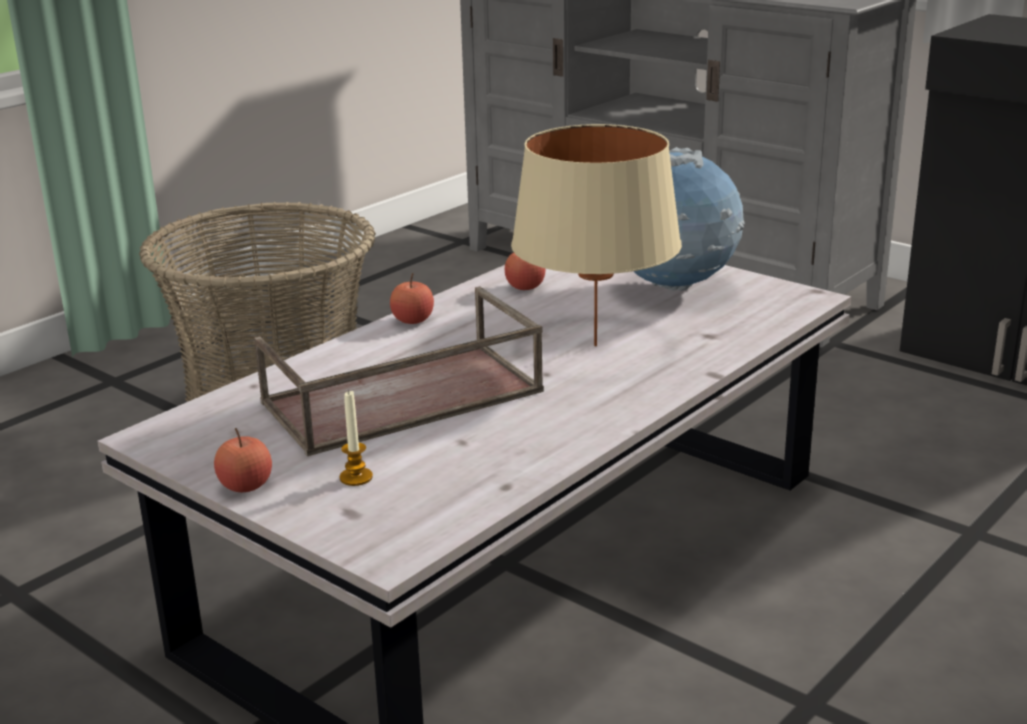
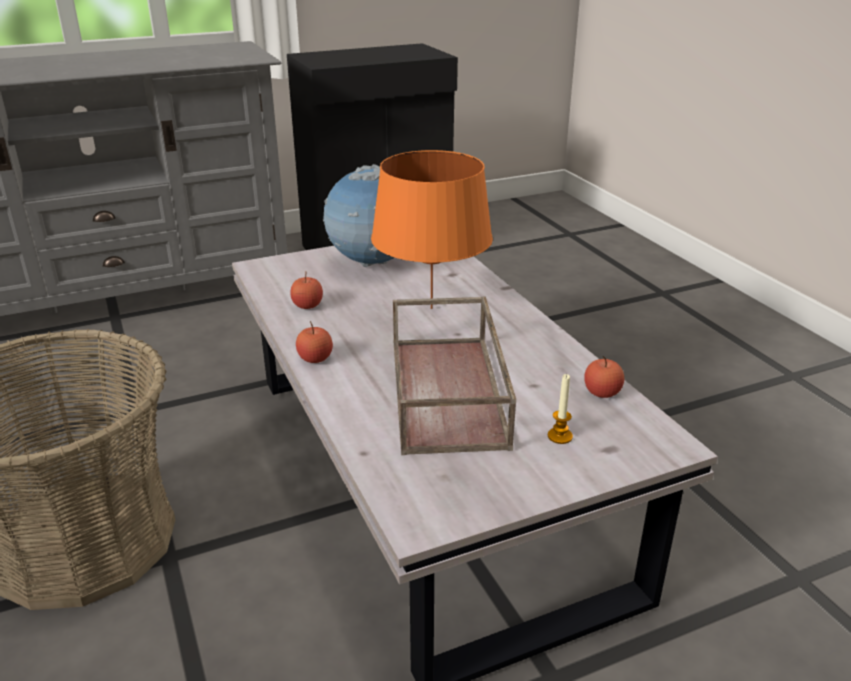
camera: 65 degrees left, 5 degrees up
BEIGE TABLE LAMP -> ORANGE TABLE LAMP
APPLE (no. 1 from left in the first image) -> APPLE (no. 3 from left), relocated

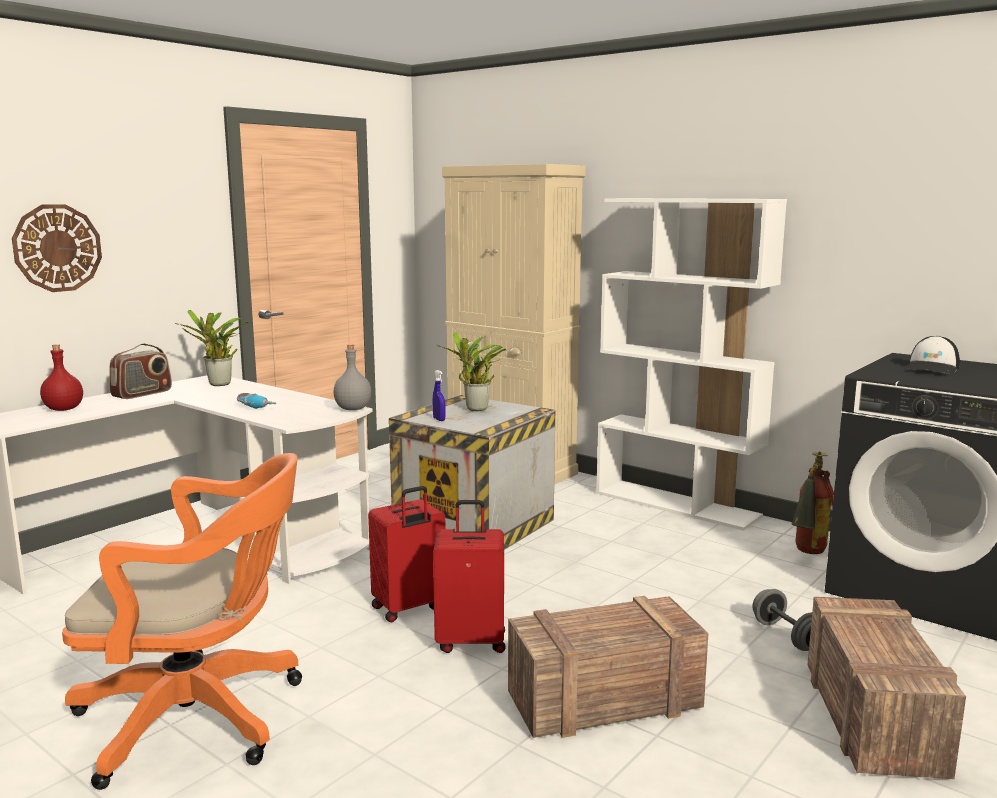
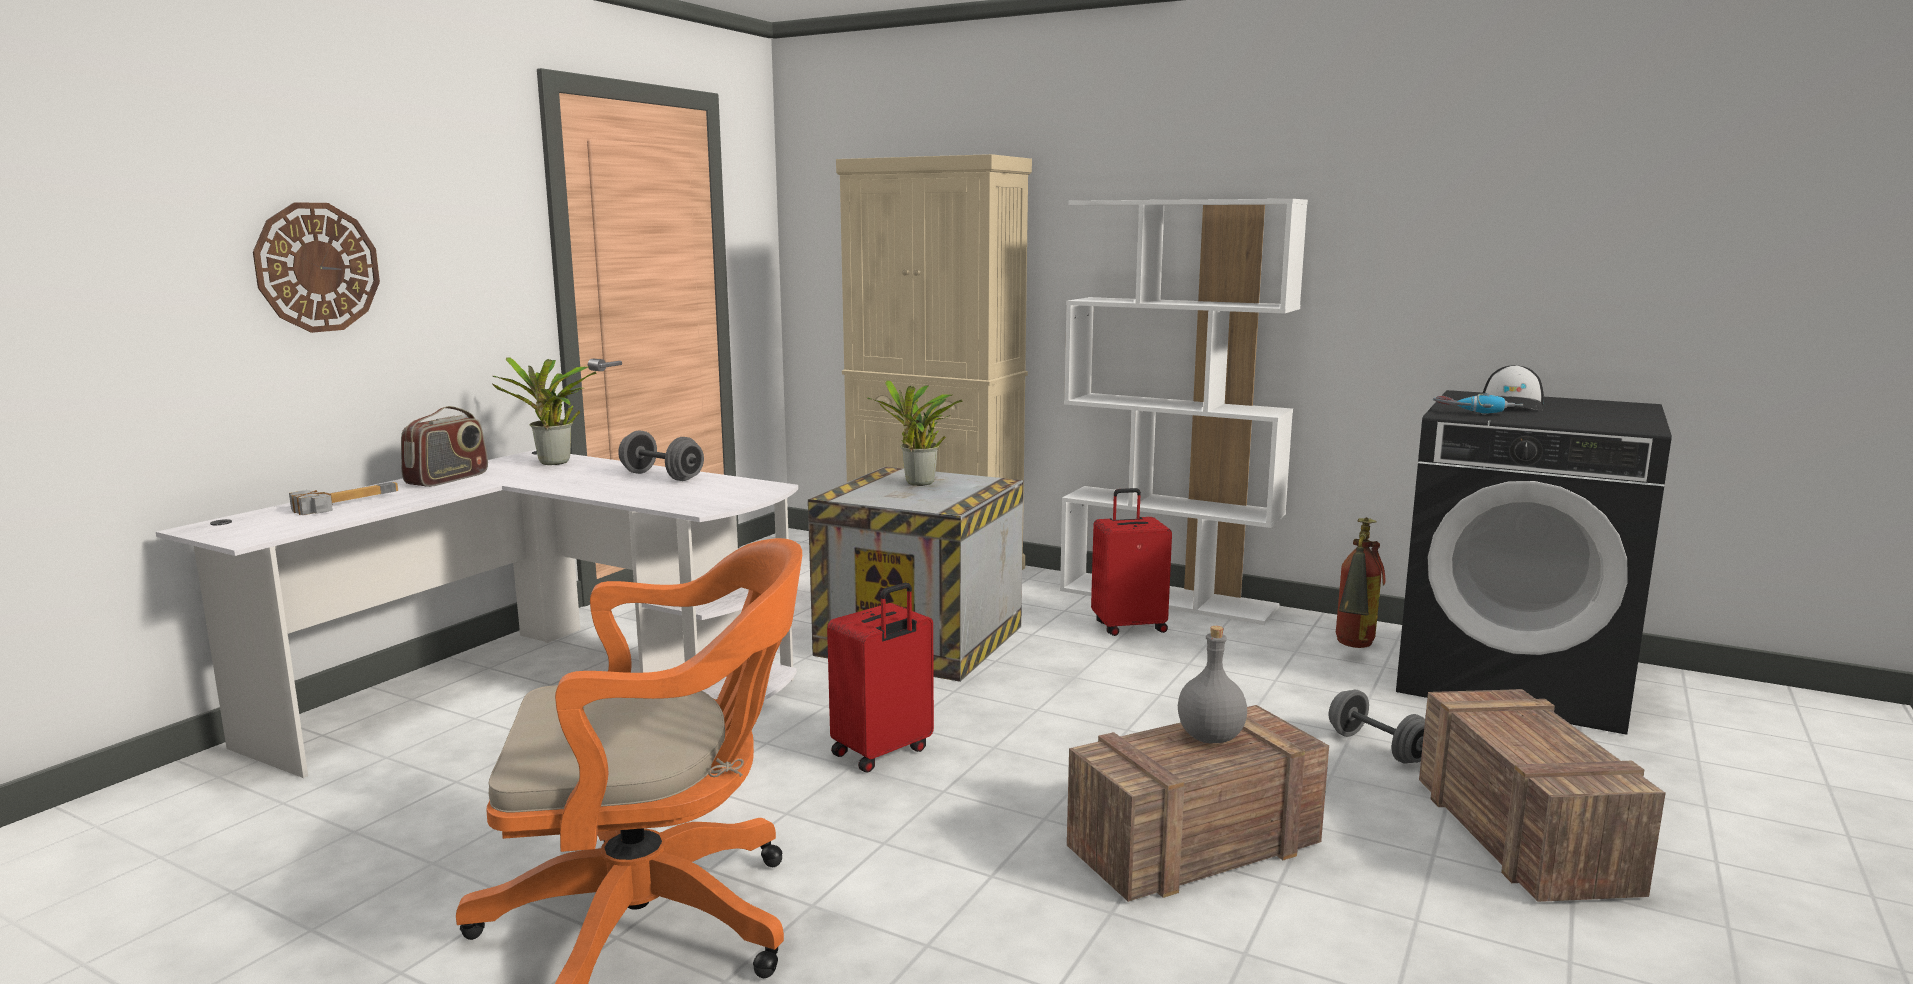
camera: 10 degrees left, 0 degrees up
RED BOTTLE -> HAMMER
none -> GREY DUMBBELL (no. 1 from left)
RED SUITCASE (no. 2 from left), relocated
GREY BOTTLE, relocated
POWER DRILL, relocated
BLUE SPRAY BOTTLE -> none

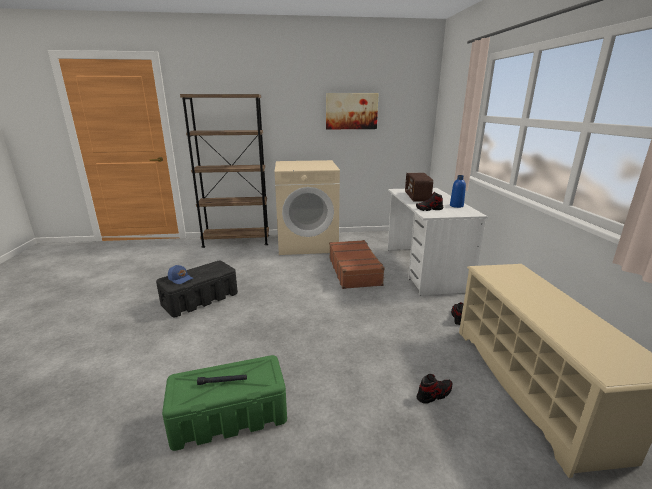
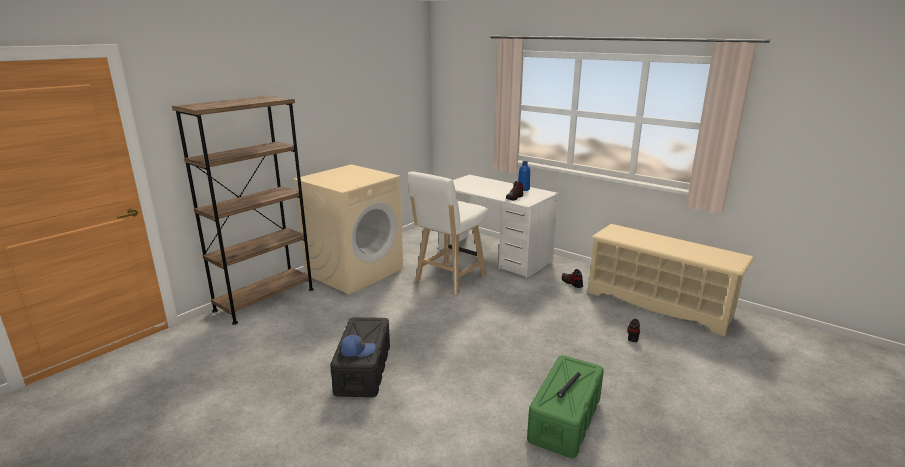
camera: 45 degrees left, 0 degrees up
BROWN SUITCASE -> WHITE STOOL
PICTURE -> none
RADIO -> none

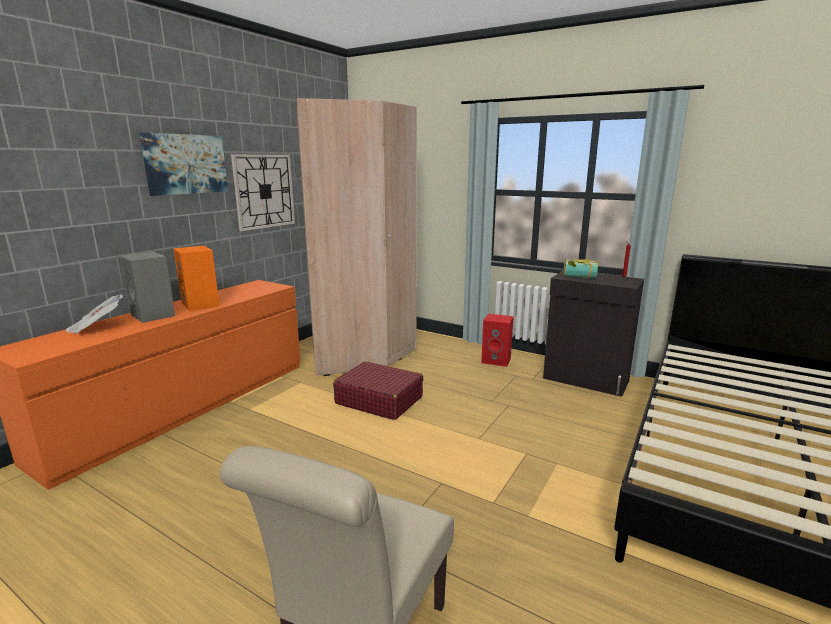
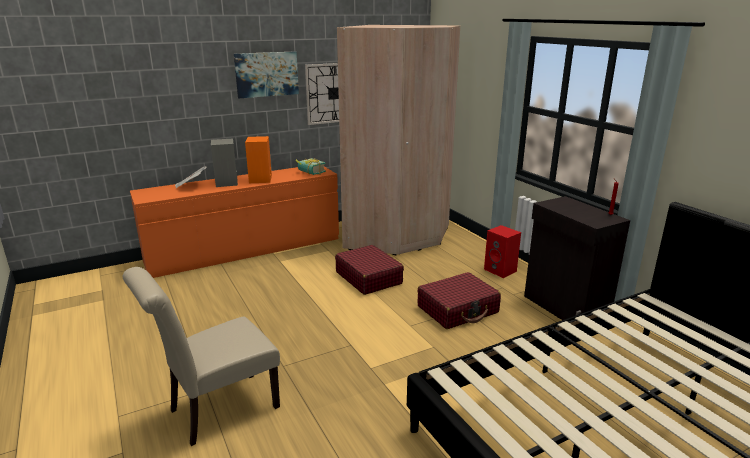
camera: 30 degrees right, 5 degrees up
BOOK, relocated
none -> RED SUITCASE (no. 2 from left)

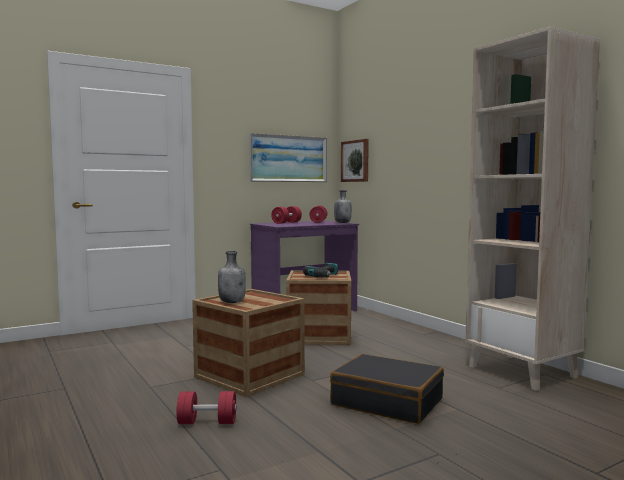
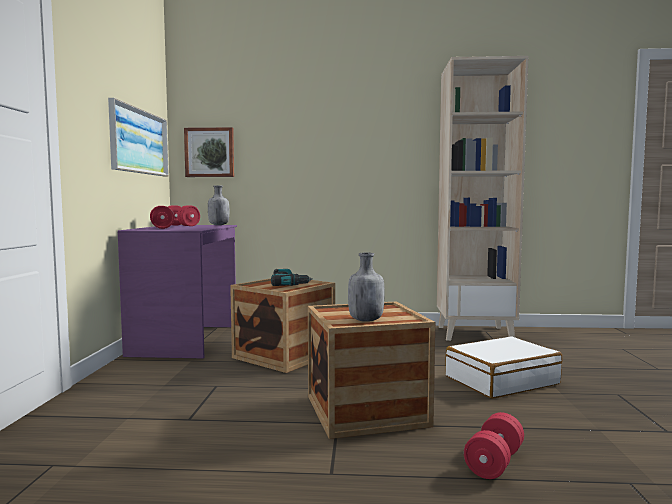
camera: 55 degrees left, 0 degrees up
BLACK SUITCASE -> WHITE SUITCASE

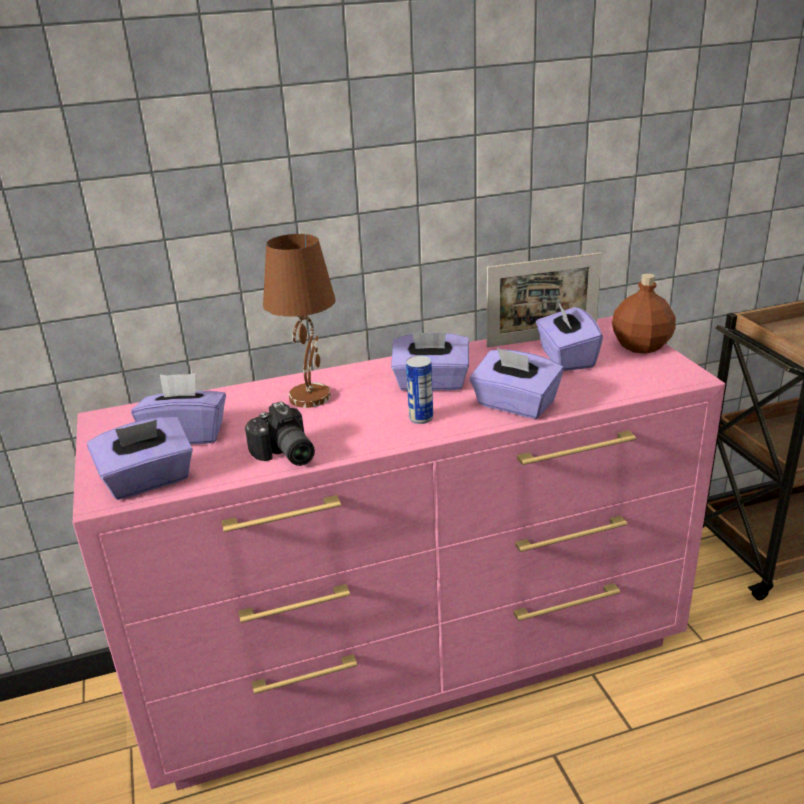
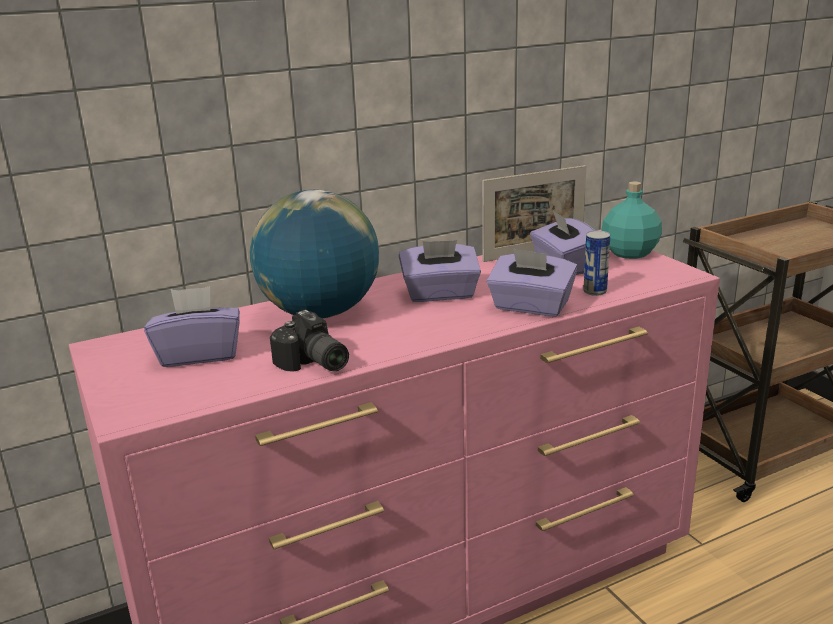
camera: 10 degrees left, 5 degrees down
BROWN TABLE LAMP -> GLOBE
CAN, relocated
BROWN BOTTLE -> TURQUOISE BOTTLE
PURPLE TISSUE BOX (no. 1 from left) -> none

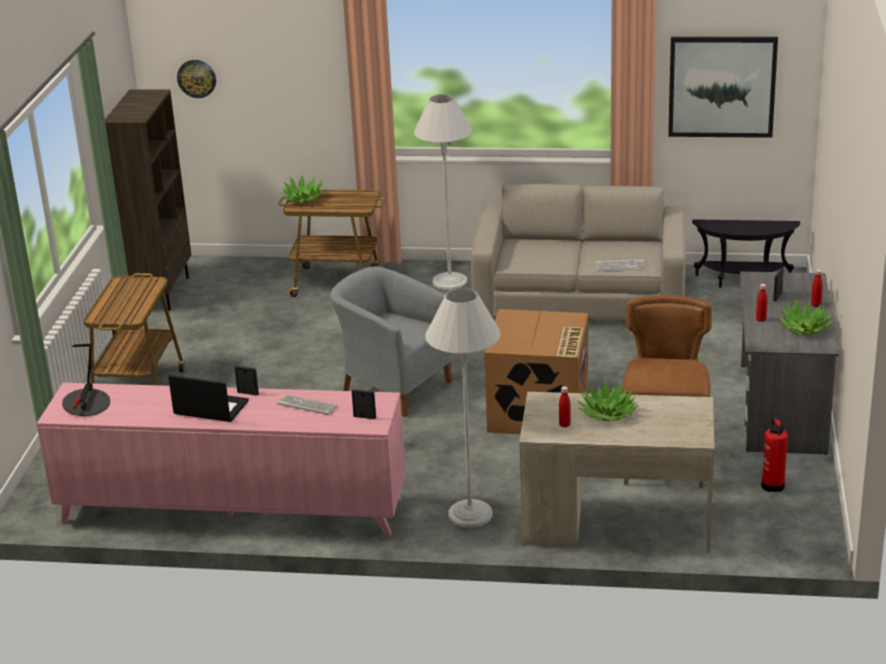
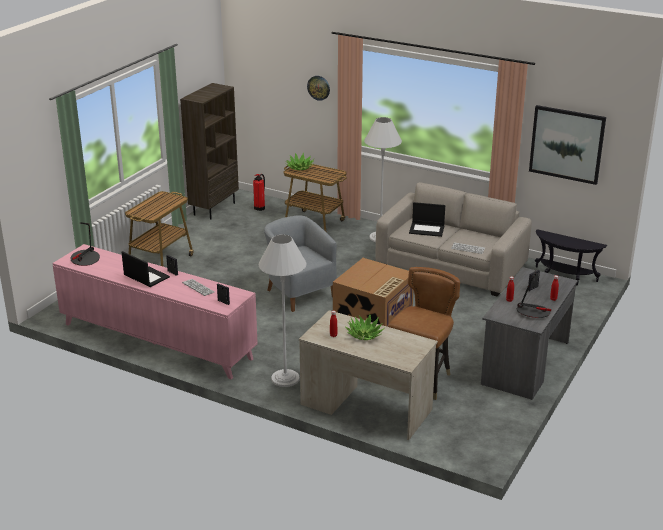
camera: 20 degrees right, 0 degrees up
FIRE EXTINGUISHER, relocated
WALL CLOCK, relocated
none -> LAPTOP (no. 2 from left)
POTTED PLANT (no. 3 from left) -> TABLE LAMP (no. 2 from left)

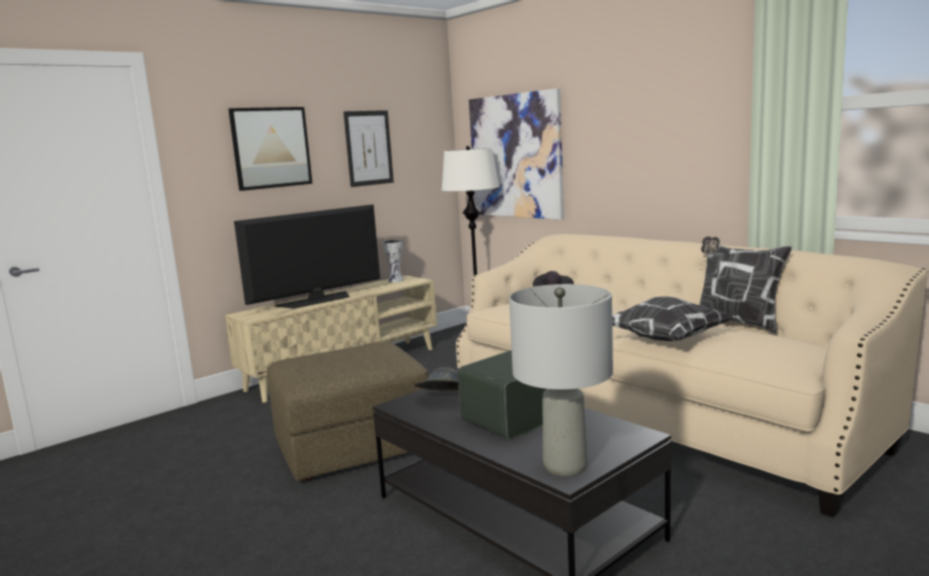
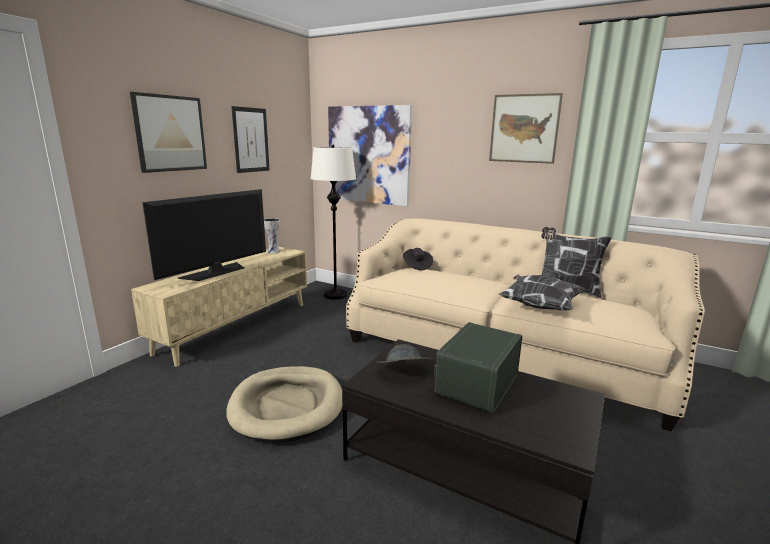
camera: 20 degrees left, 5 degrees up
BROWN OTTOMAN -> BEIGE DOG BED
none -> PICTURE (no. 4 from left)
GREY TABLE LAMP -> none

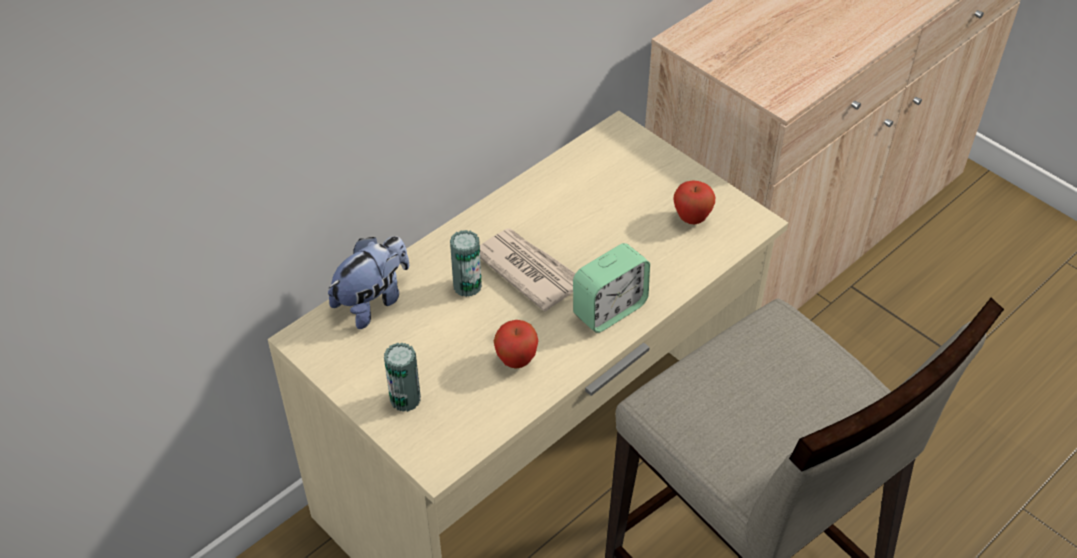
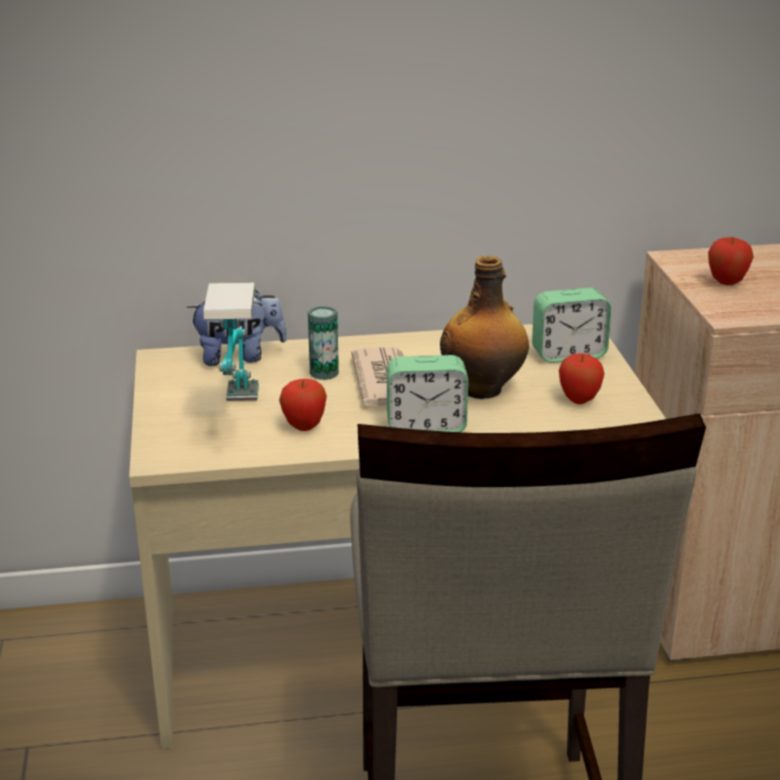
camera: 35 degrees right, 20 degrees down
none -> TABLE LAMP
none -> BOTTLE
none -> ALARM CLOCK (no. 2 from left)
none -> APPLE (no. 3 from left)
CAN (no. 1 from left) -> none

